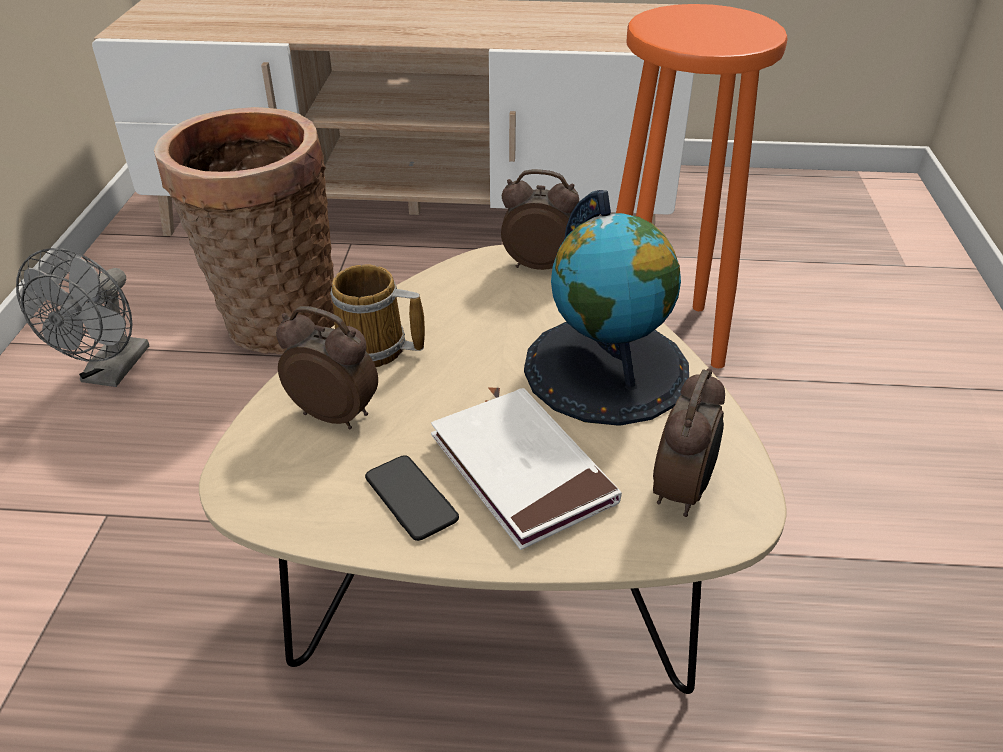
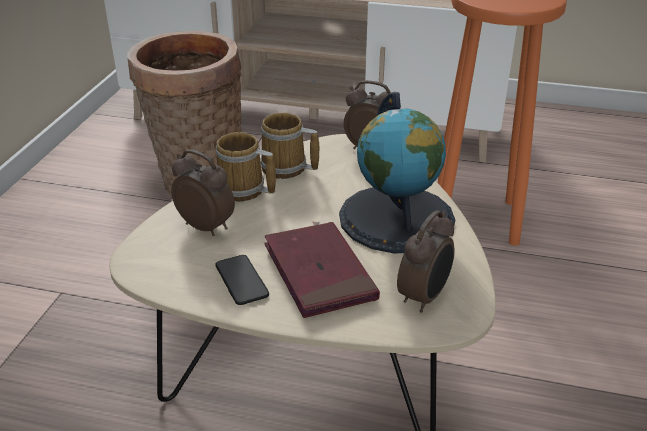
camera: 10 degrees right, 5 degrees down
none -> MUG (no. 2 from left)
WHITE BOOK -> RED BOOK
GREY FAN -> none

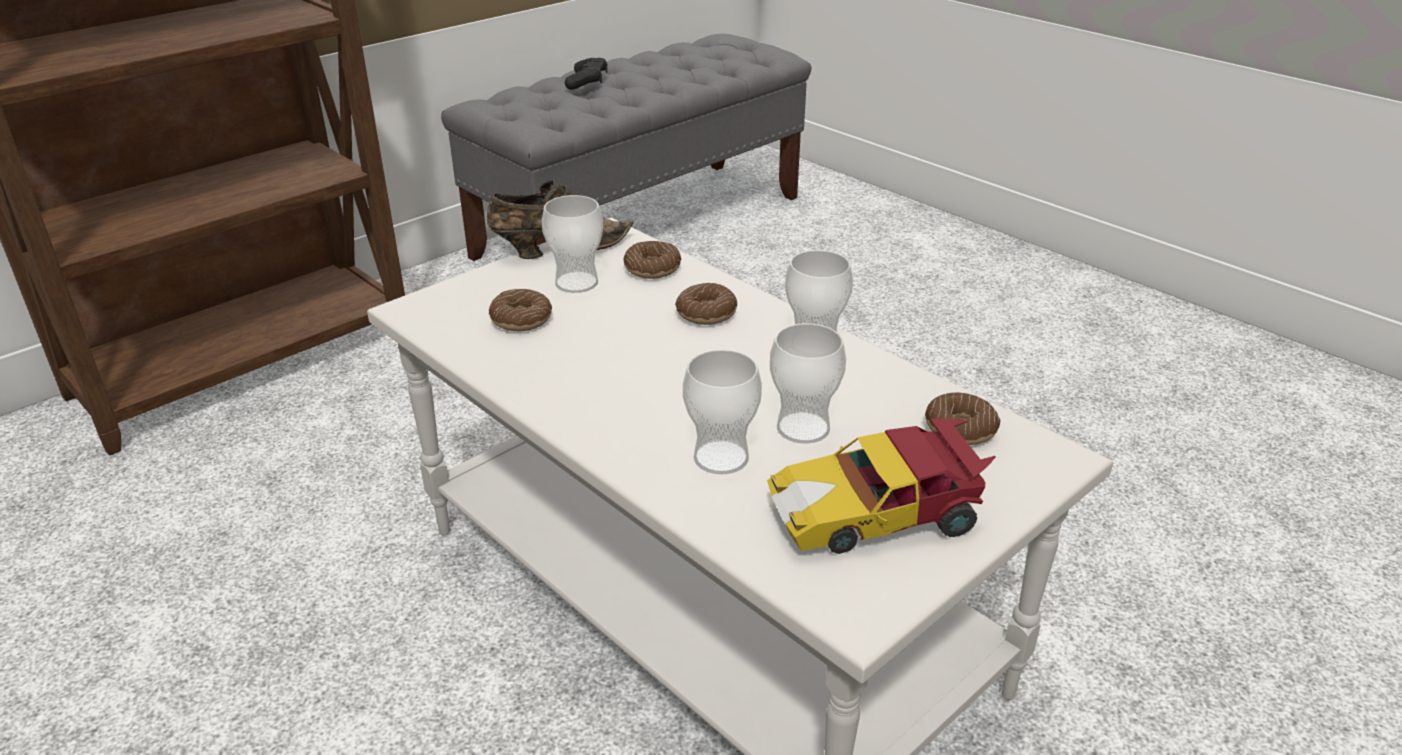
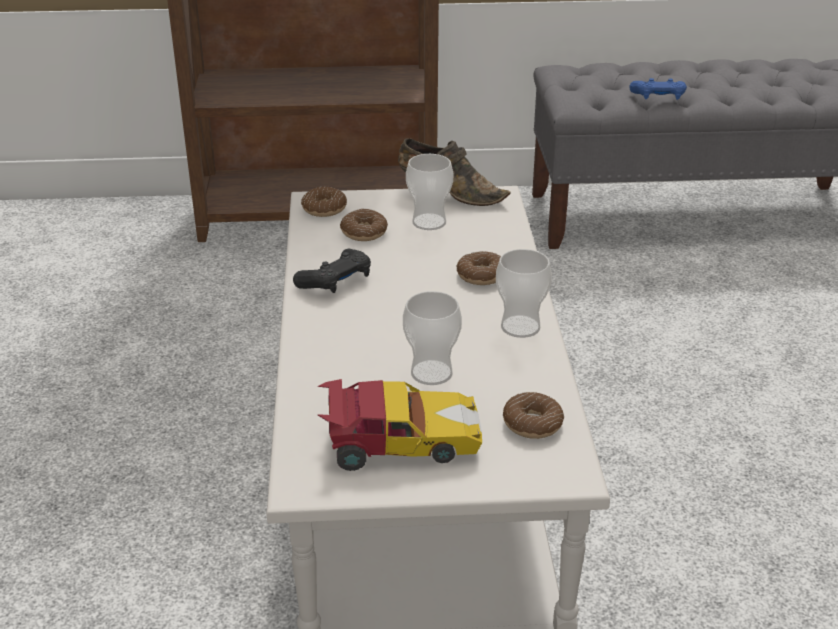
camera: 40 degrees right, 0 degrees up
BLACK GAME CONTROLLER, relocated
DONUT (no. 2 from left in the first image) -> DONUT (no. 1 from left), relocated
TOY CAR, 150 degrees clockwise
none -> BLUE GAME CONTROLLER
CUP (no. 2 from left) -> none

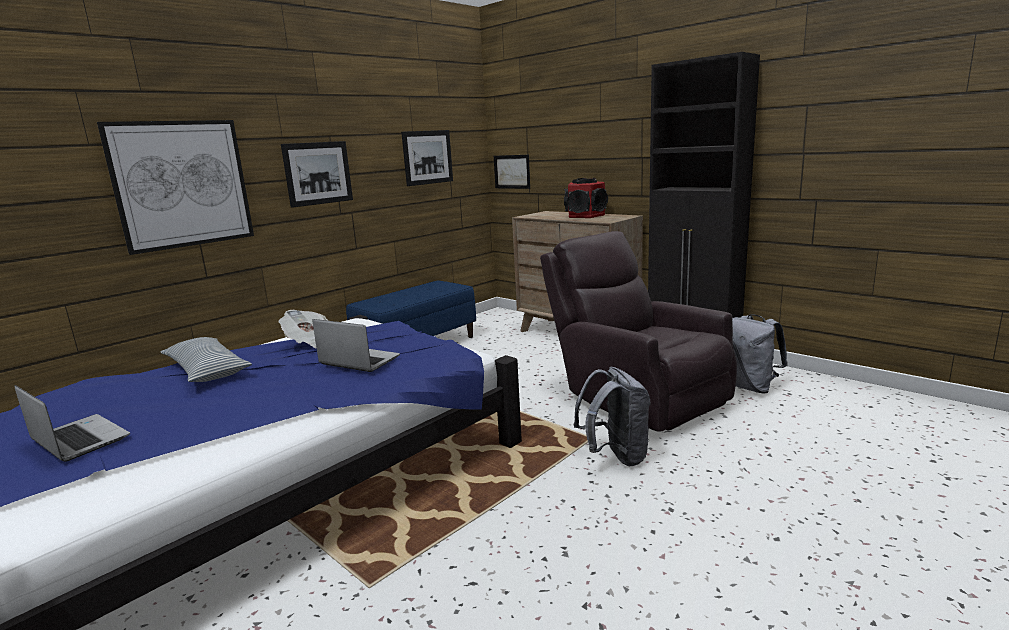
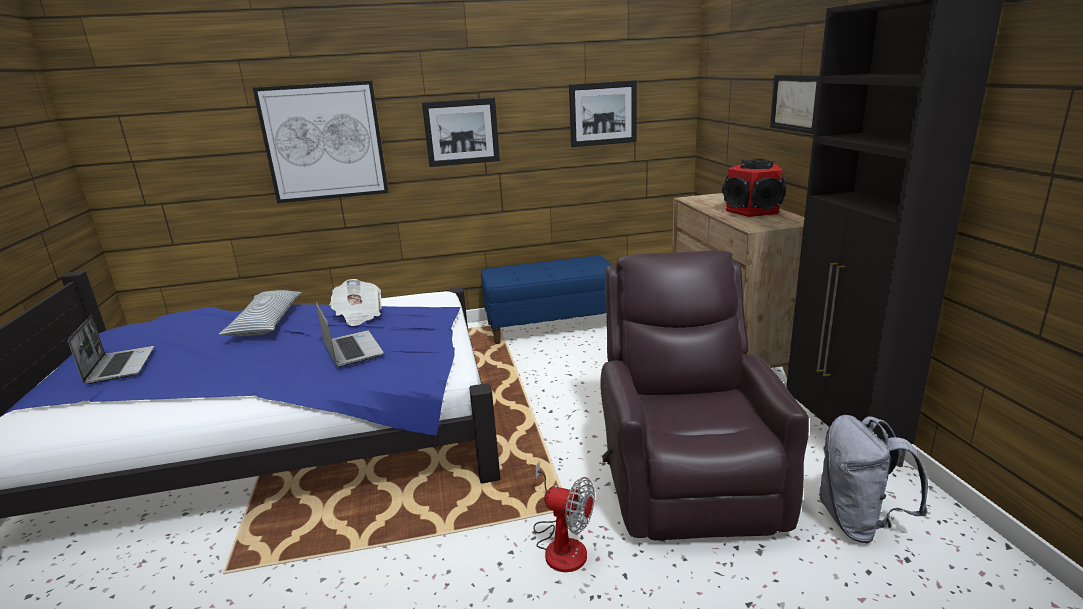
camera: 35 degrees right, 5 degrees up
GREY BACKPACK (no. 1 from left) -> FAN
PICTURE (no. 4 from left), relocated

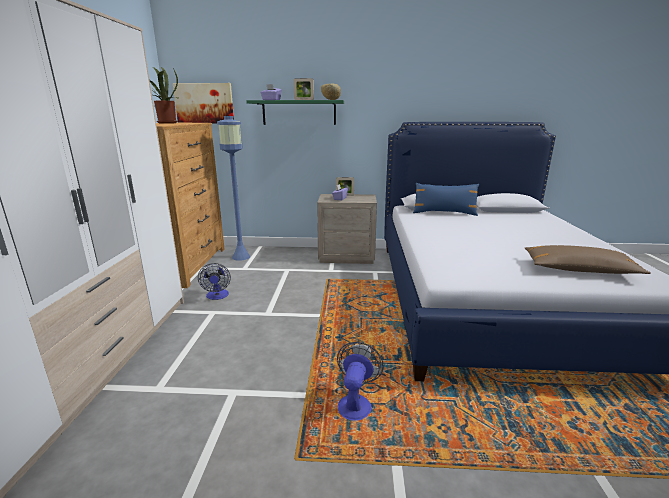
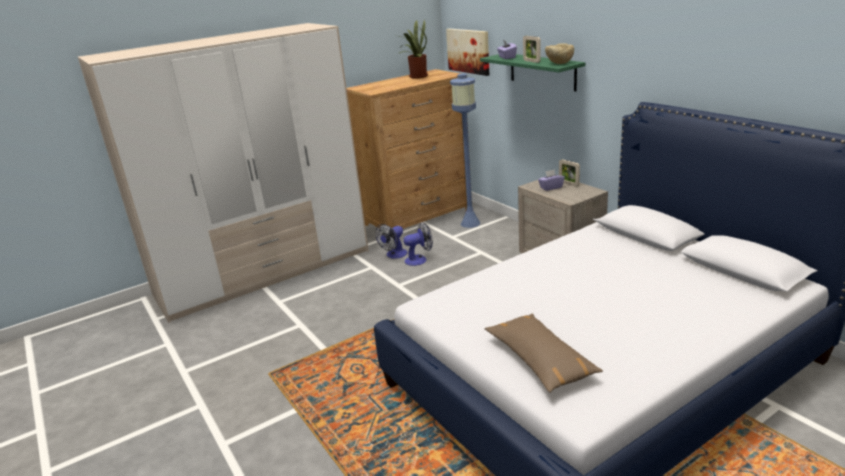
camera: 55 degrees right, 5 degrees up
FAN (no. 2 from left), relocated
BLUE PILLOW -> none

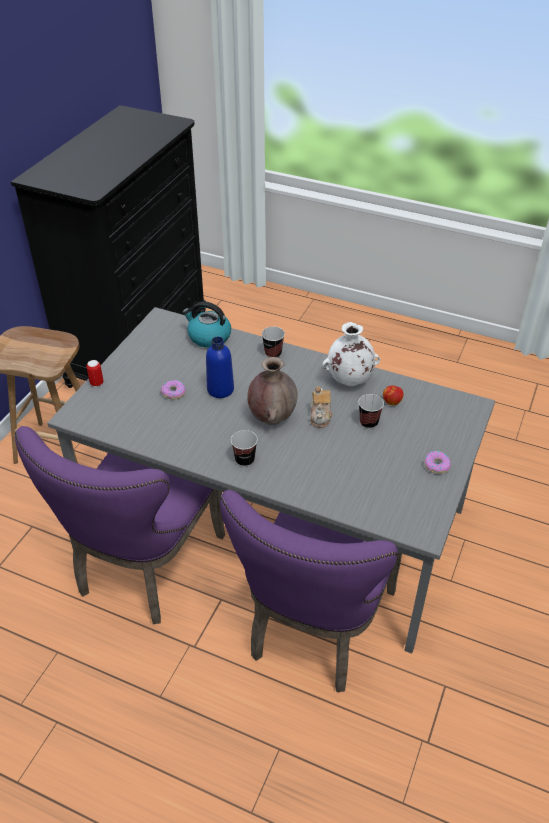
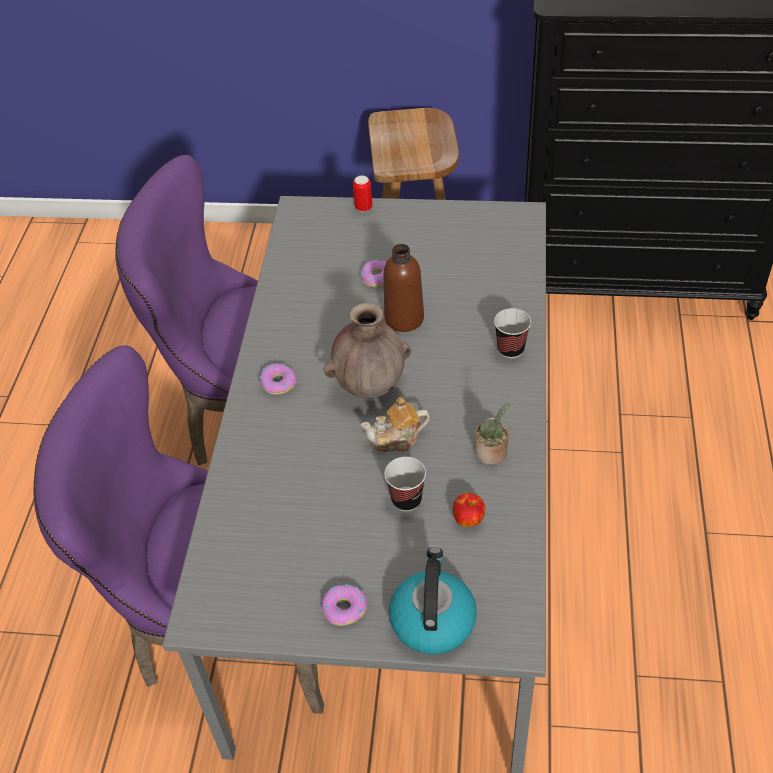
camera: 75 degrees right, 5 degrees up
CUP (no. 1 from left) -> DONUT (no. 1 from left)
BLUE BOTTLE -> BROWN BOTTLE
KETTLE, relocated
WHITE VASE -> POTTED PLANT

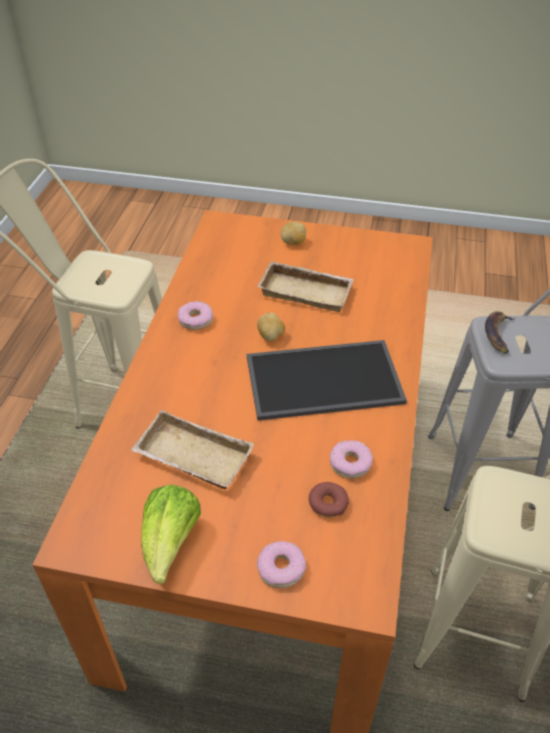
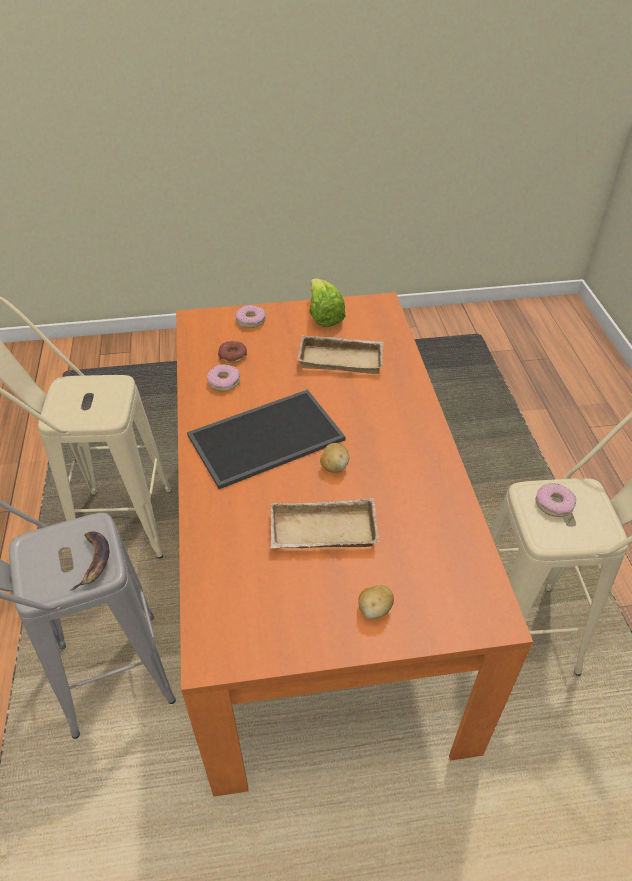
camera: 160 degrees right, 0 degrees up
DONUT (no. 1 from left in the first image) -> DONUT (no. 4 from left), relocated

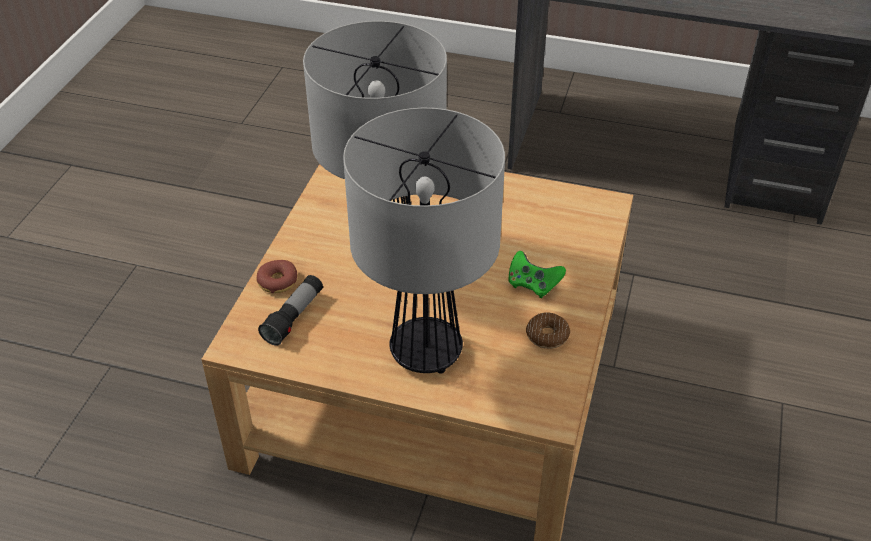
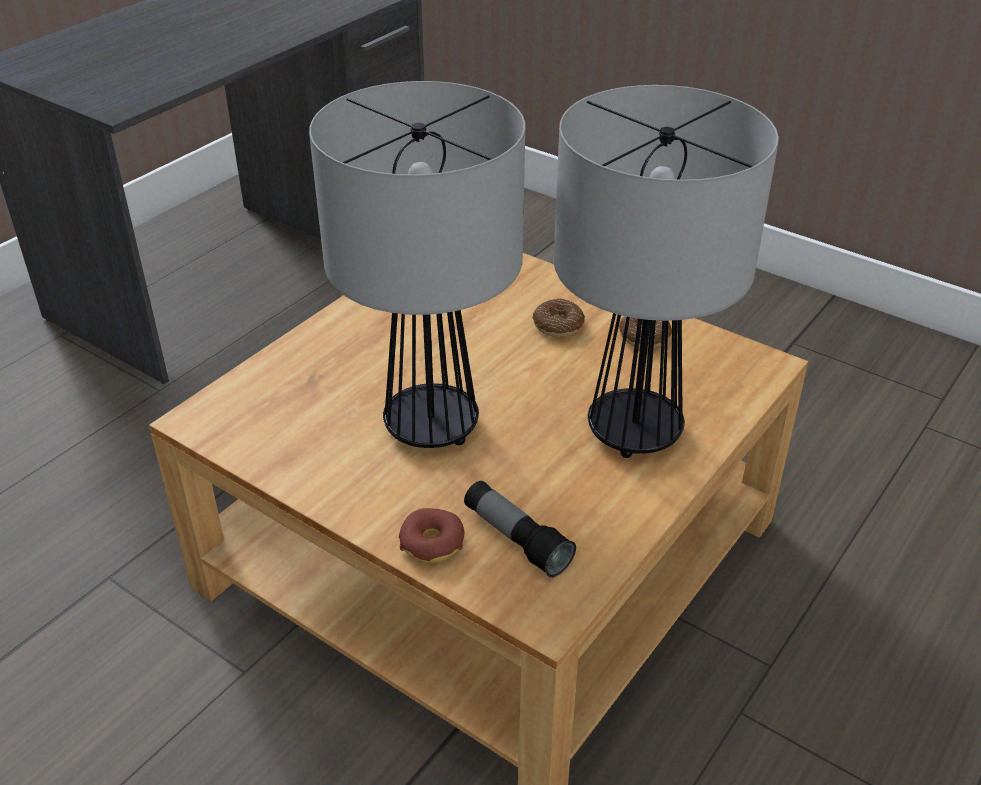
camera: 70 degrees left, 5 degrees down
GREEN GAME CONTROLLER -> DONUT (no. 2 from left)

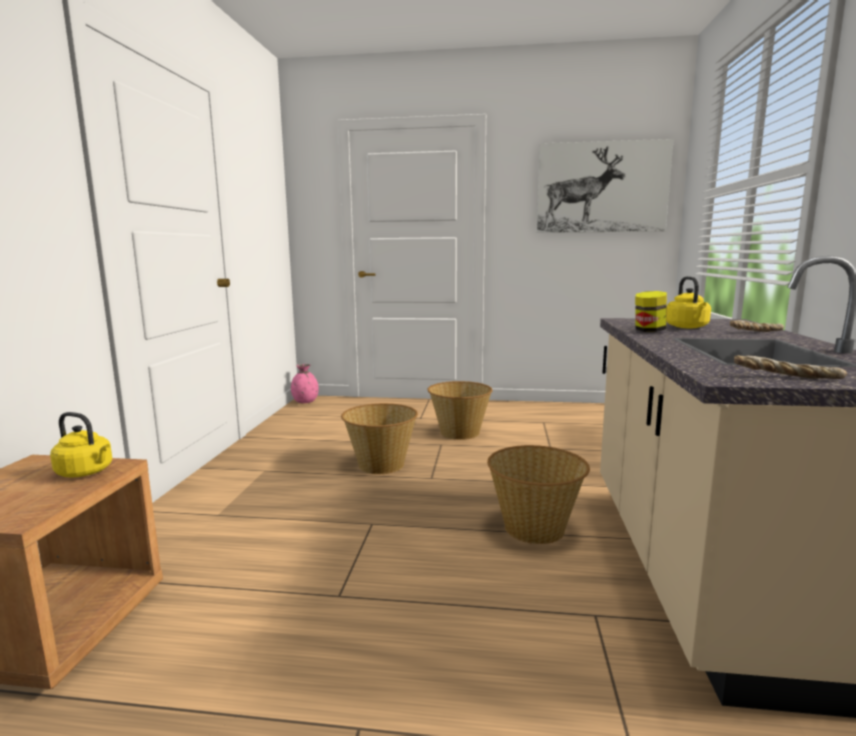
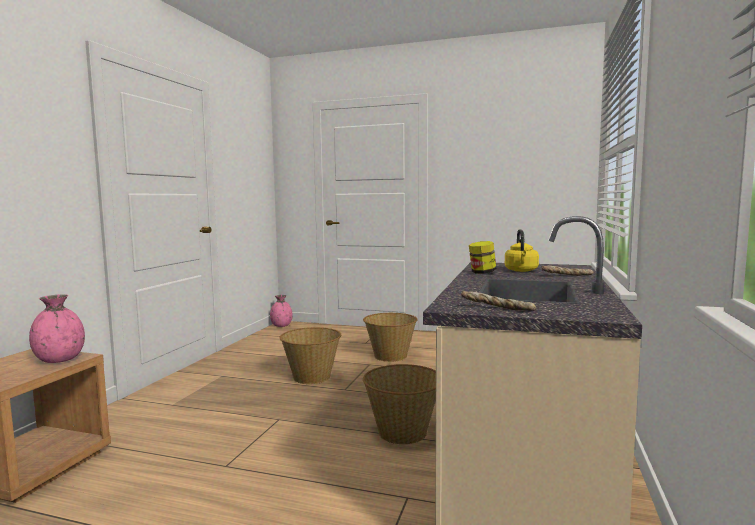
camera: 10 degrees right, 5 degrees down
YELLOW KETTLE (no. 1 from left) -> PINK VASE (no. 1 from left)
PICTURE -> none

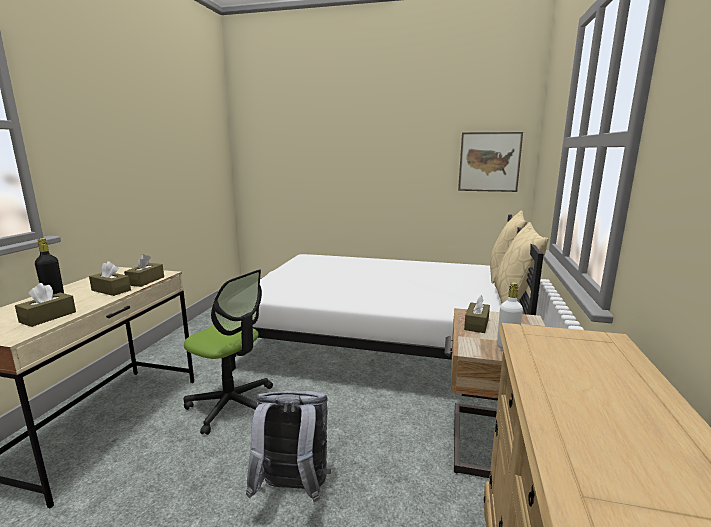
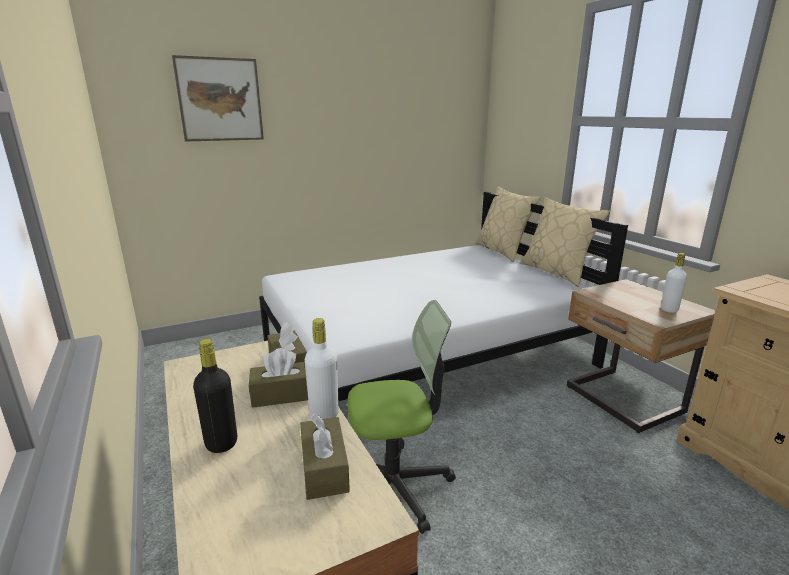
camera: 40 degrees left, 5 degrees up
PICTURE, relocated
none -> WHITE BOTTLE (no. 1 from left)
GREY BACKPACK -> none
BROWN TISSUE BOX (no. 4 from left) -> none

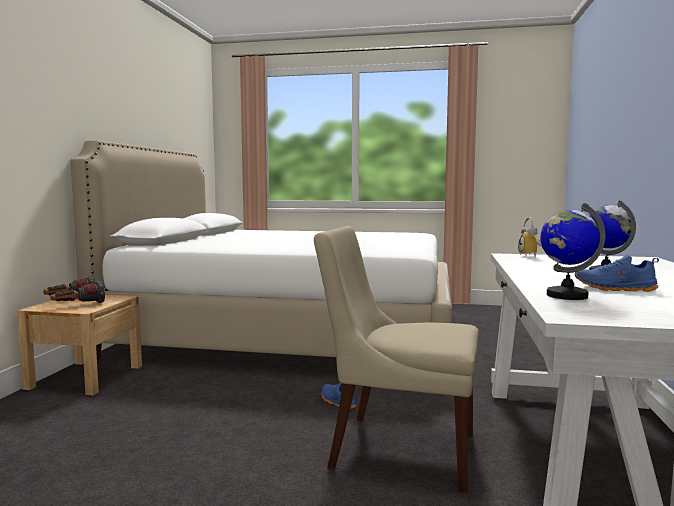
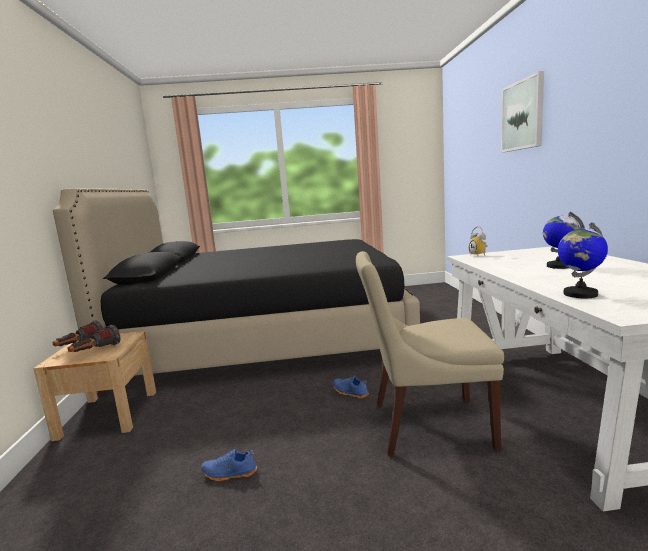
camera: 15 degrees left, 5 degrees up
WHITE BED -> BLACK BED
BLUE SHOE (no. 2 from left in the first image) -> BLUE SHOE (no. 1 from left), relocated
none -> PICTURE

